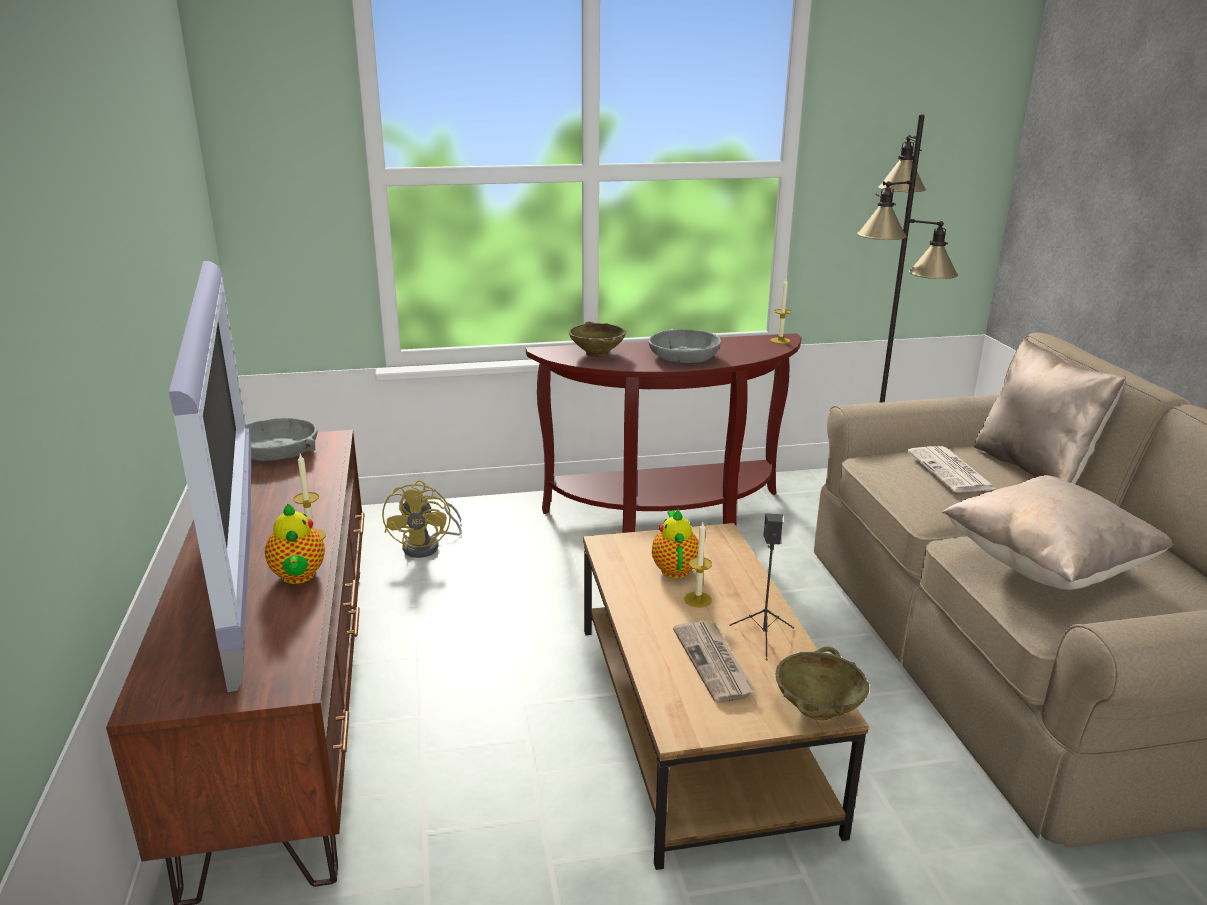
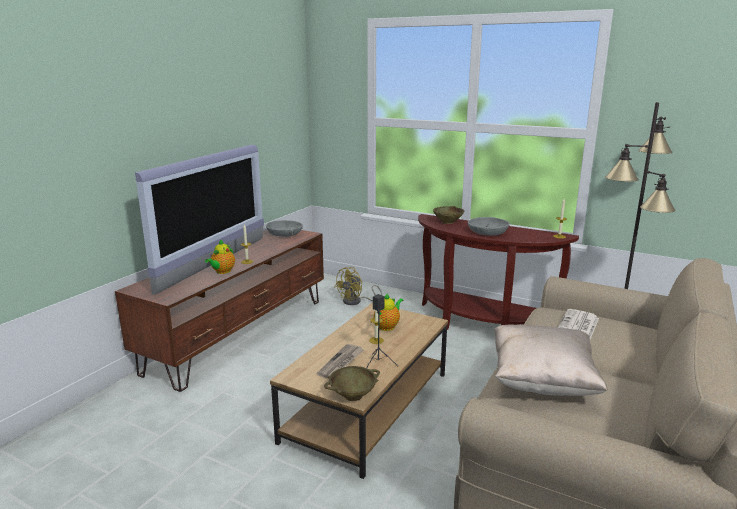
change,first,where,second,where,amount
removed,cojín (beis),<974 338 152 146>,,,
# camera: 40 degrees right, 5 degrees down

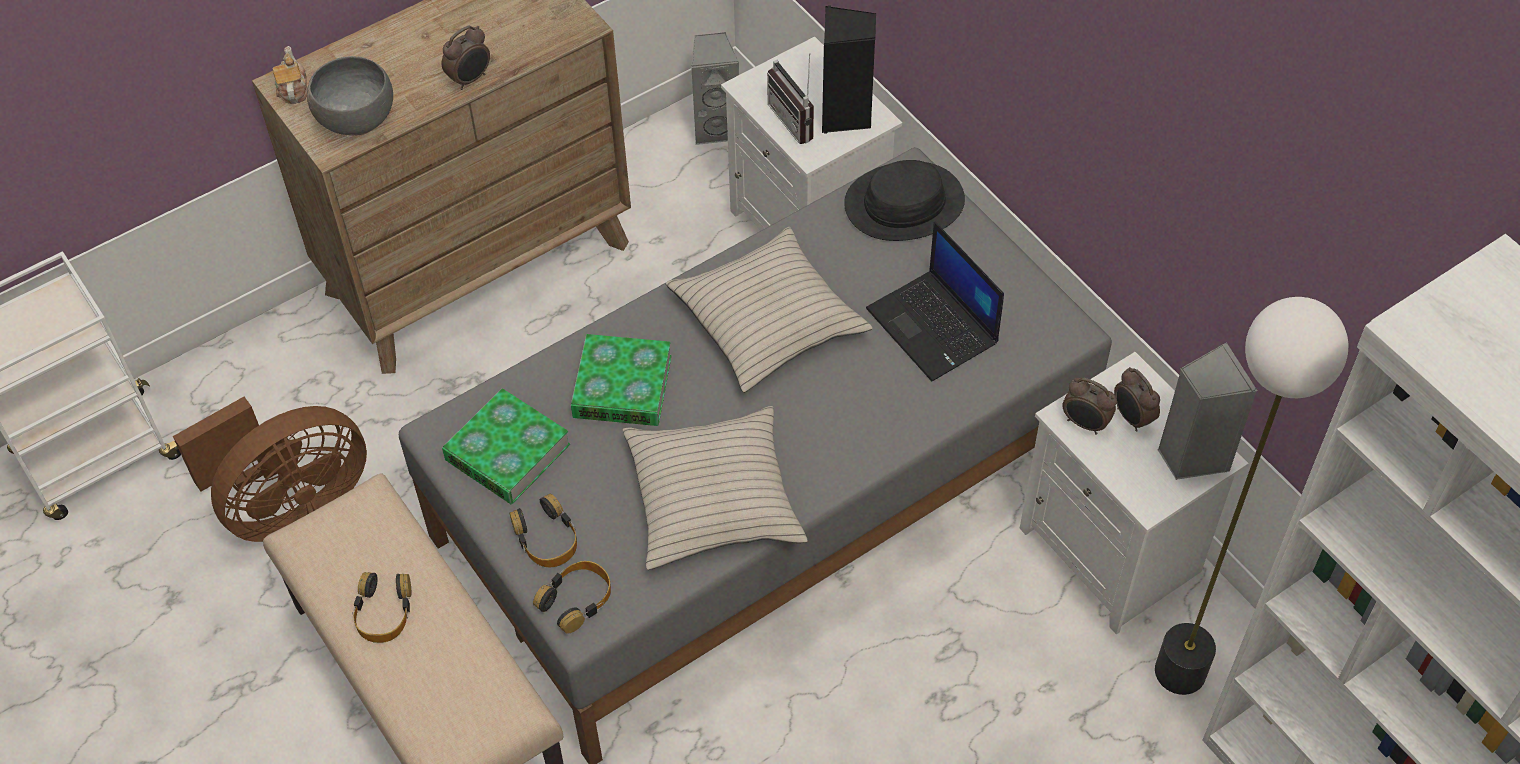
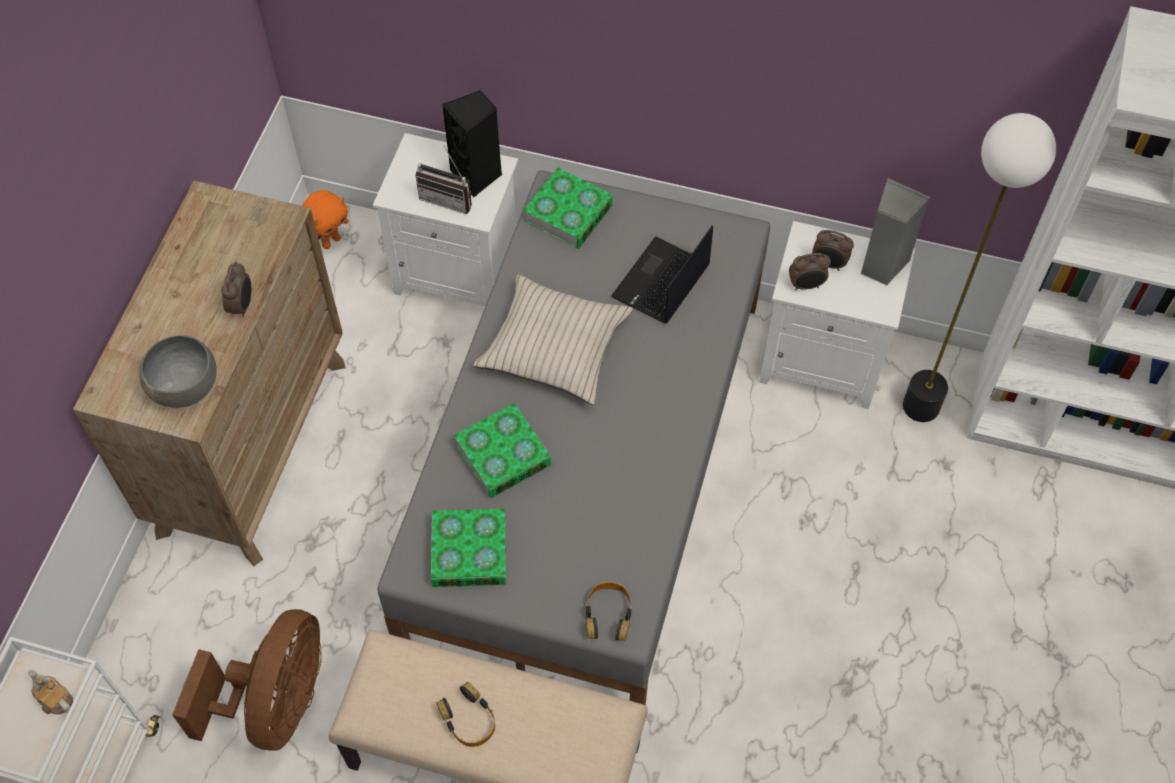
change,first,where,second,where,amount
replaced,altavoz (gris),<691 32 48 113>,peluche (naranja),<302 190 47 59>,
moved,tetera,<273 46 34 58>,,<28 669 45 46>,
replaced,sombrero (negro),<844 160 121 81>,libro,<523 168 90 81>,
turned,portátil,<866 221 138 160>,,<611 225 102 99>,105 degrees clockwise
removed,cojín (beis),<623 406 185 164>,,,
removed,auriculares,<510 493 67 74>,,,
# camera: 40 degrees left, 5 degrees up

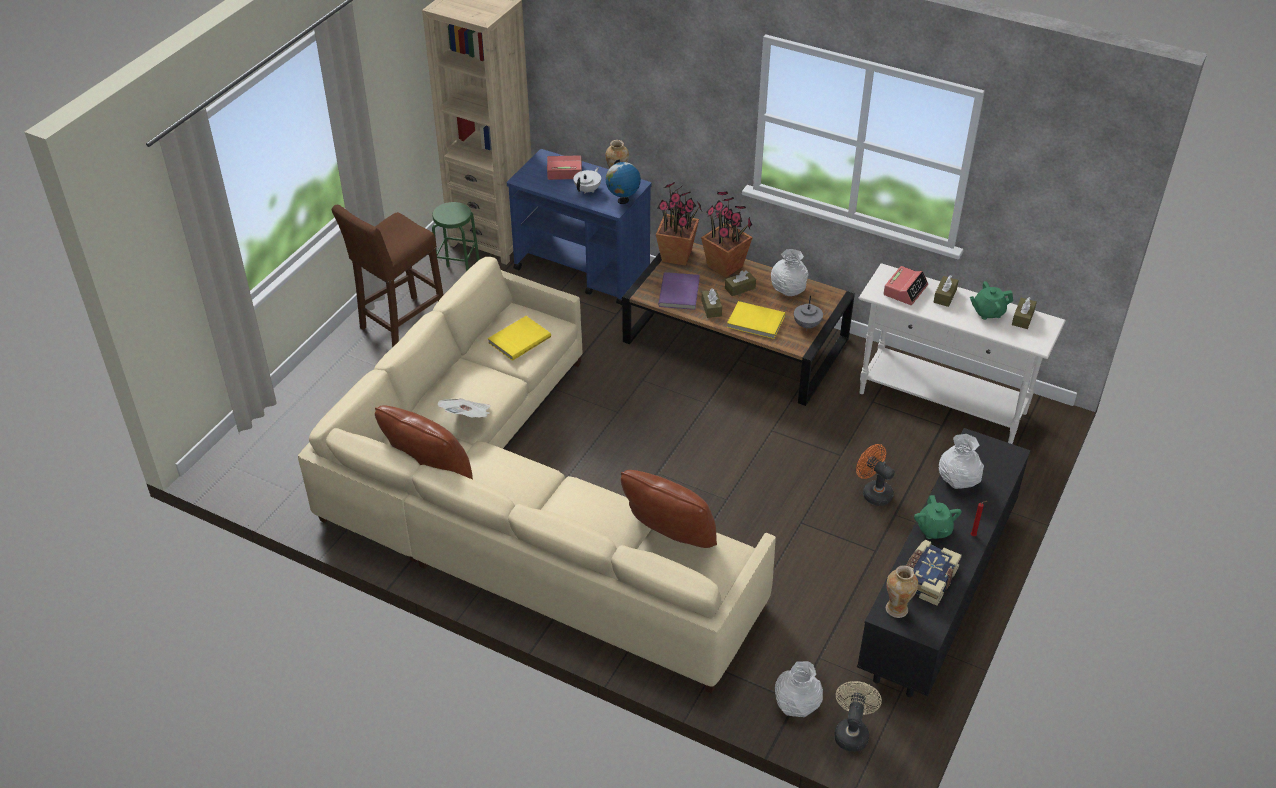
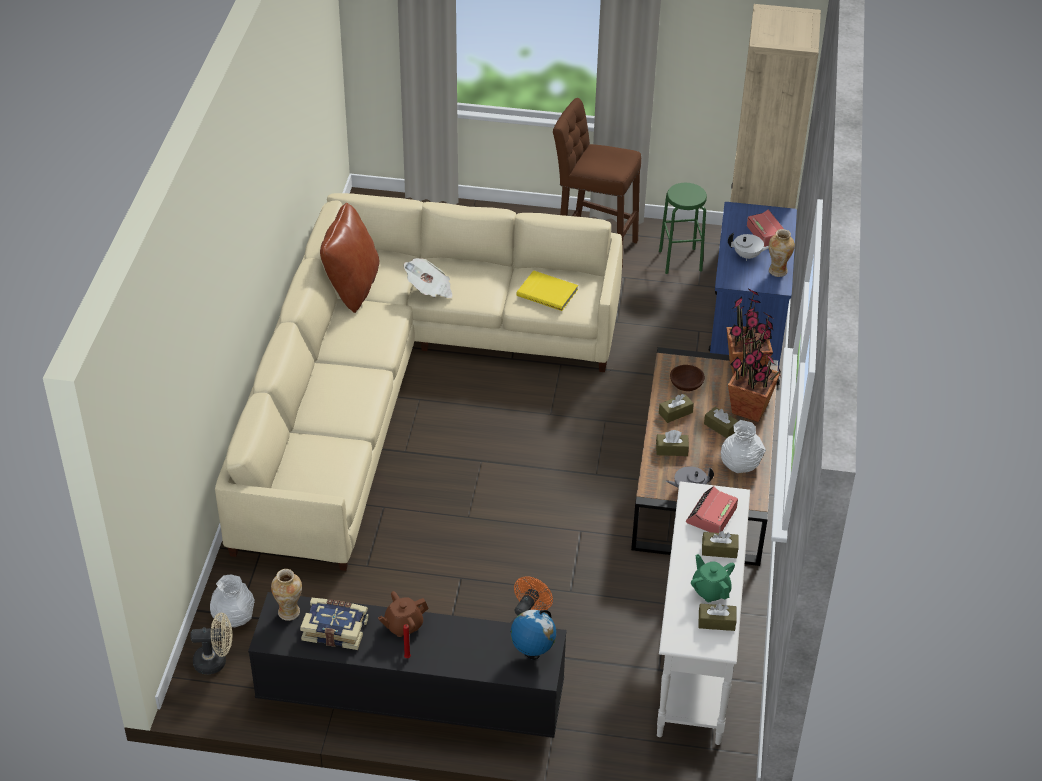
change,first,where,second,where,amount
moved,globo terráqueo,<606 159 35 45>,,<511 610 45 50>,
turned,despertador,<883 266 45 39>,,<686 486 52 47>,105 degrees clockwise
replaced,libro (morado),<658 272 42 38>,cuenco (marrón),<670 365 35 26>,
replaced,libro (amarillo),<727 301 58 38>,caja de pañuelos (marrón),<656 430 33 26>,
removed,florero (blanco),<939 434 45 55>,,,
removed,cojín (marrón),<621 470 96 78>,,,
recoloured,tetera (verde),<914 495 48 44>,tetera (marrón),<378 591 51 46>,
# camera: 70 degrees right, 0 degrees up

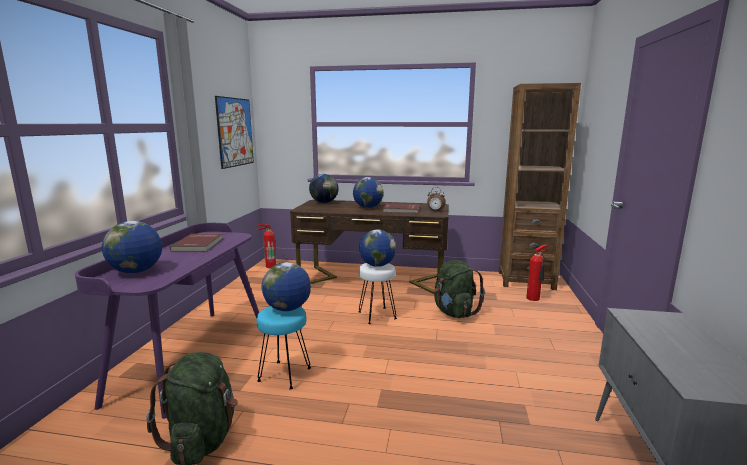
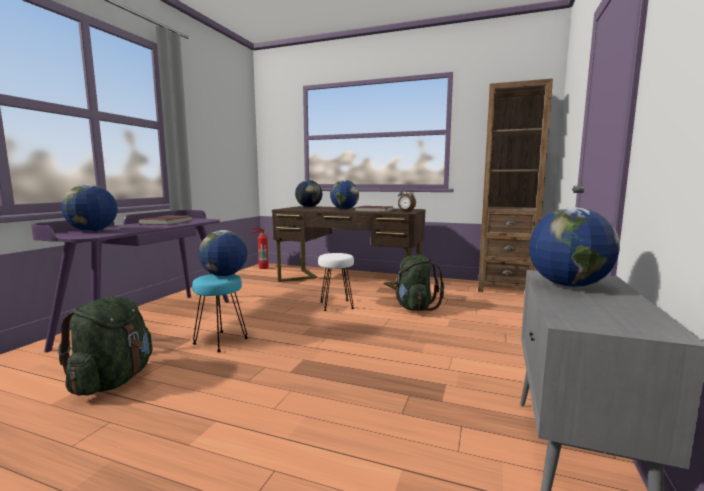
change,first,where,second,where,amount
removed,cuadro,<215 96 39 73>,,,
moved,globo terráqueo,<359 229 37 38>,,<529 207 91 80>,
removed,extintor,<526 244 22 57>,,,
# camera: 10 degrees right, 5 degrees down

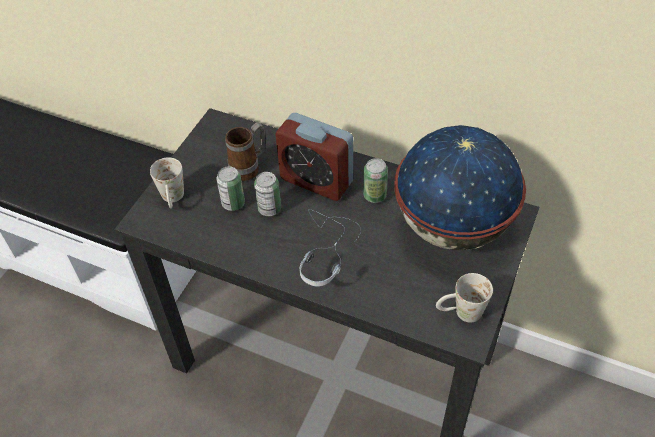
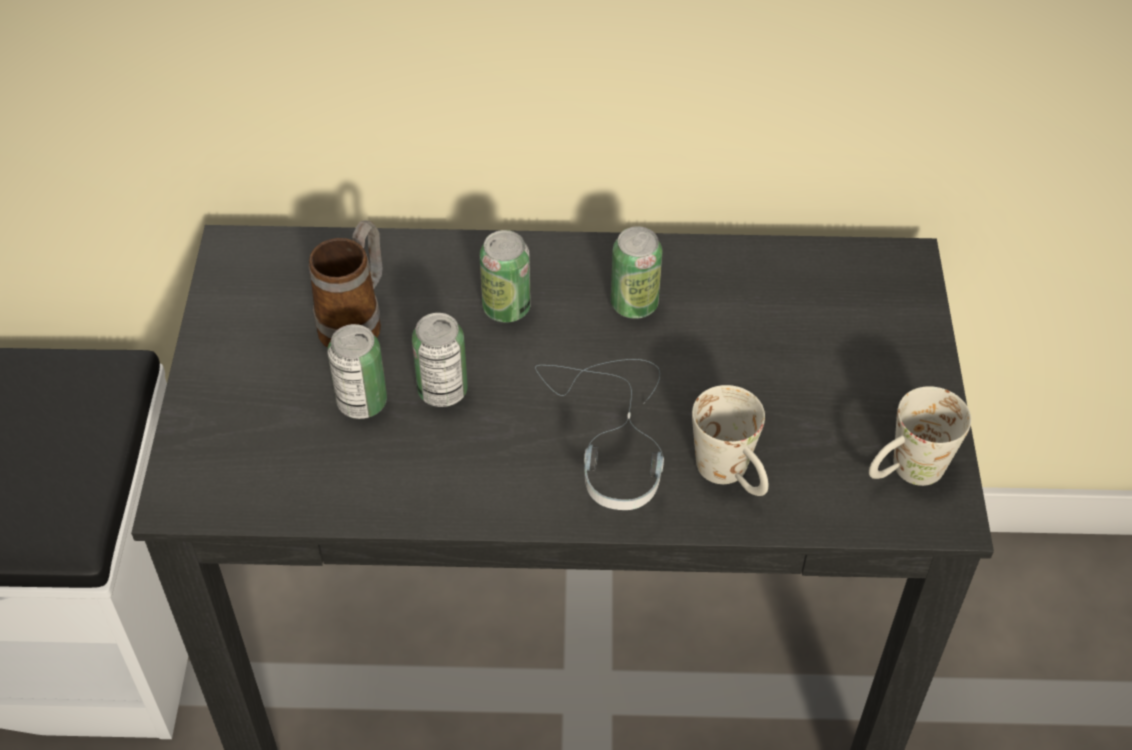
change,first,where,second,where,amount
replaced,despertador,<275 113 78 88>,lata,<480 230 51 93>,
removed,globo terráqueo,<394 125 132 125>,,,
moved,taza grande (blanco),<150 157 34 52>,,<692 385 76 111>,
# camera: 25 degrees left, 0 degrees up

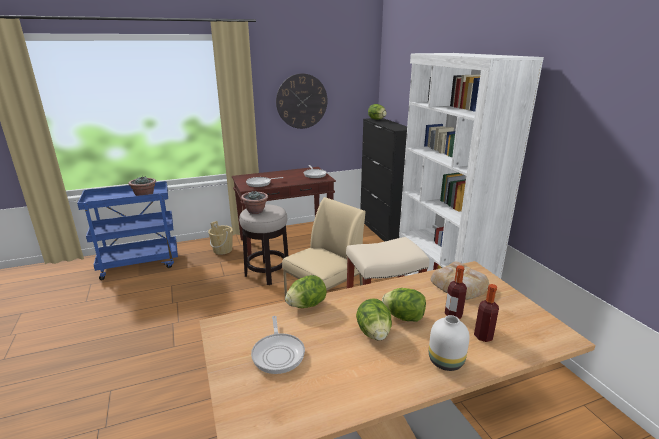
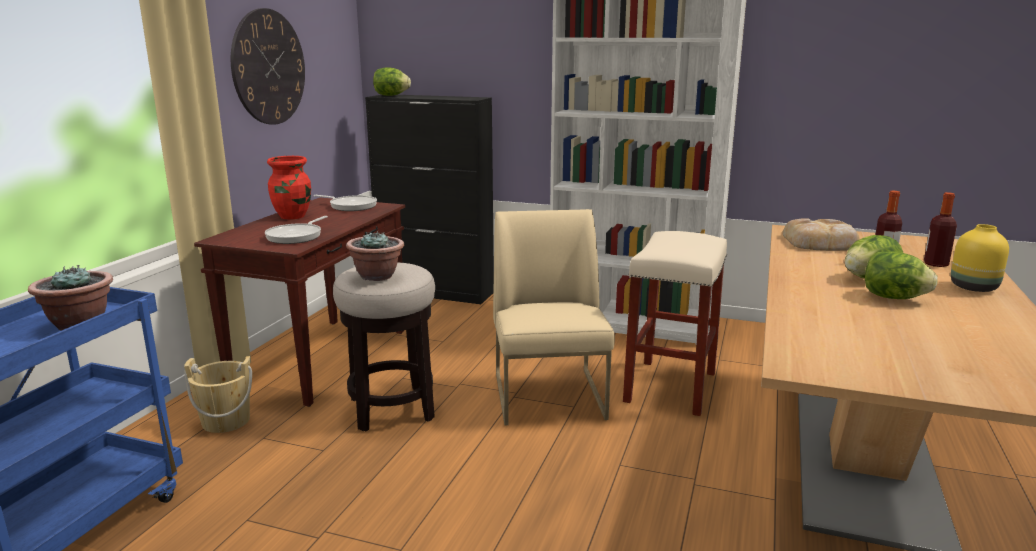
change,first,where,second,where,amount
removed,lechuga,<285 275 42 33>,,,
recoloured,florero (blanco),<429 315 41 56>,florero (amarillo),<951 224 58 68>,
removed,sartén,<251 316 54 58>,,,
added,,,florero (rojo),<267 156 44 63>,
# camera: 50 degrees left, 5 degrees down

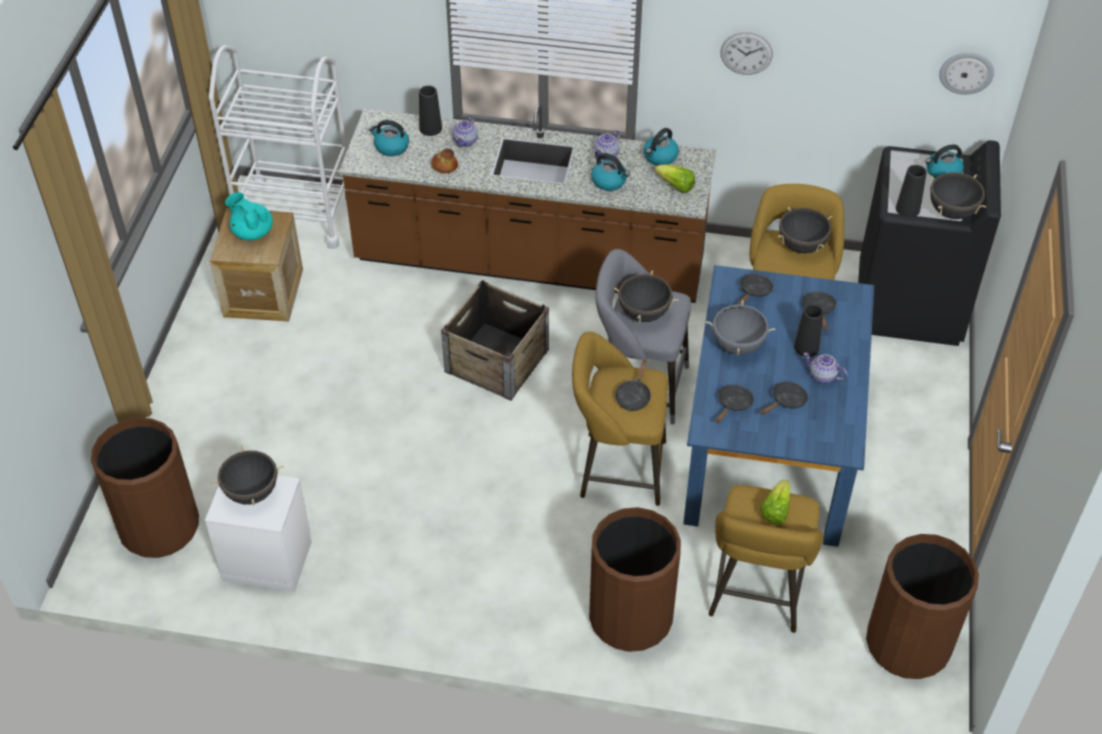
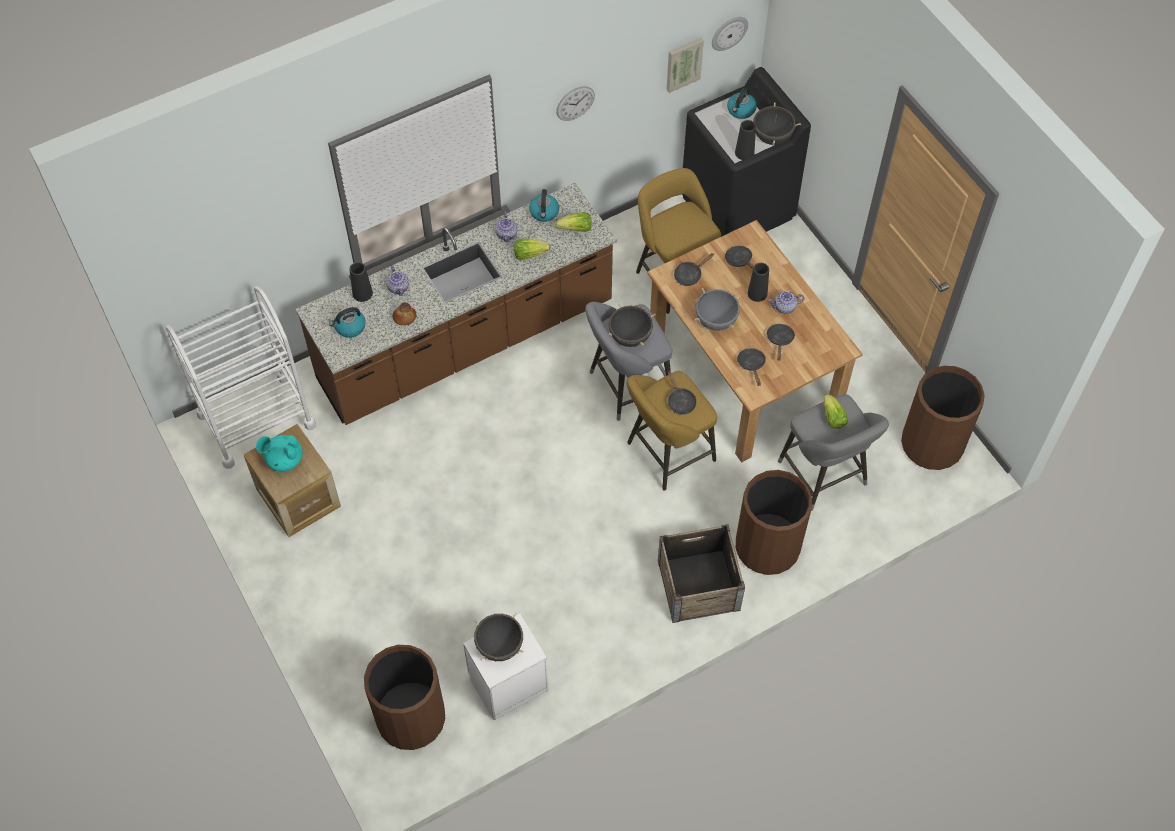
change,first,where,second,where,amount
replaced,hervidor,<591 153 39 38>,lechuga,<514 239 36 21>,
removed,olla (negro),<778 207 54 46>,,,
recoloured,mesa de comedor (azul),<683 265 191 282>,mesa de comedor (marrón),<647 220 216 243>,
turned,sartén (negro),<737 274 36 31>,,<674 253 40 33>,120 degrees counterclockwise
moved,caja de embalaje,<441 280 108 121>,,<658 524 87 99>,
recoloured,taburete (amarillo),<709 485 115 148>,taburete (gris),<778 394 111 117>,
added,,,cuadro,<667 38 37 55>,
# camera: 40 degrees left, 10 degrees up

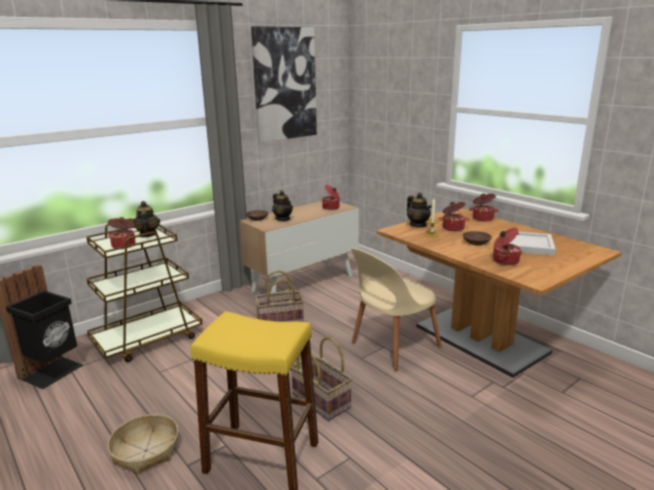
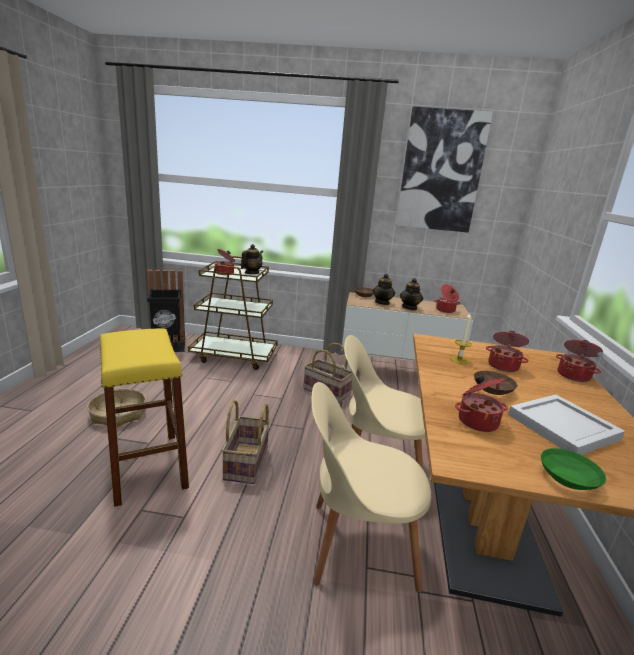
change,first,where,second,where,amount
moved,tetera,<407 193 25 35>,,<400 278 23 32>,
added,,,silla (beis),<312 382 119 211>,
added,,,cuenco (verde),<541 448 65 42>,
# camera: 45 degrees right, 0 degrees up

